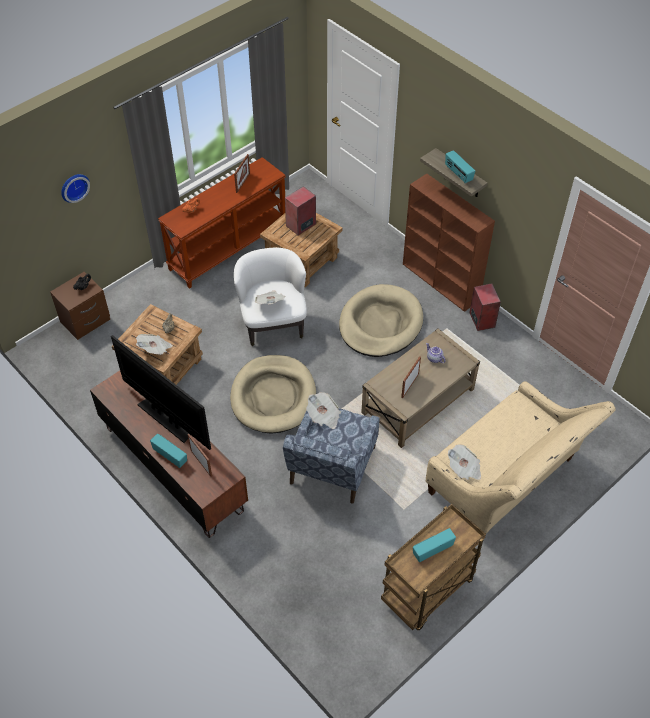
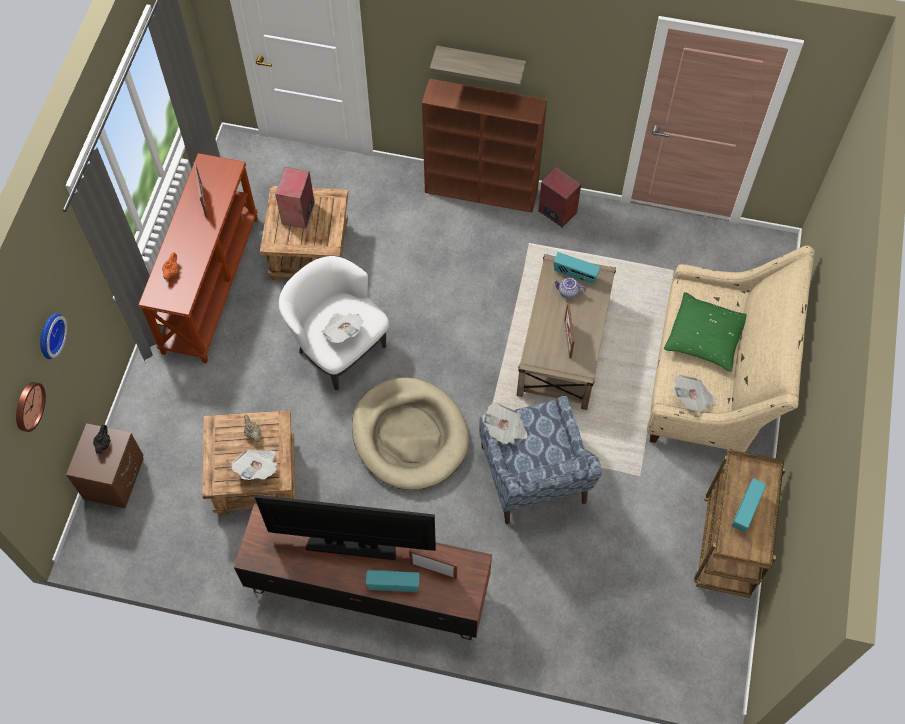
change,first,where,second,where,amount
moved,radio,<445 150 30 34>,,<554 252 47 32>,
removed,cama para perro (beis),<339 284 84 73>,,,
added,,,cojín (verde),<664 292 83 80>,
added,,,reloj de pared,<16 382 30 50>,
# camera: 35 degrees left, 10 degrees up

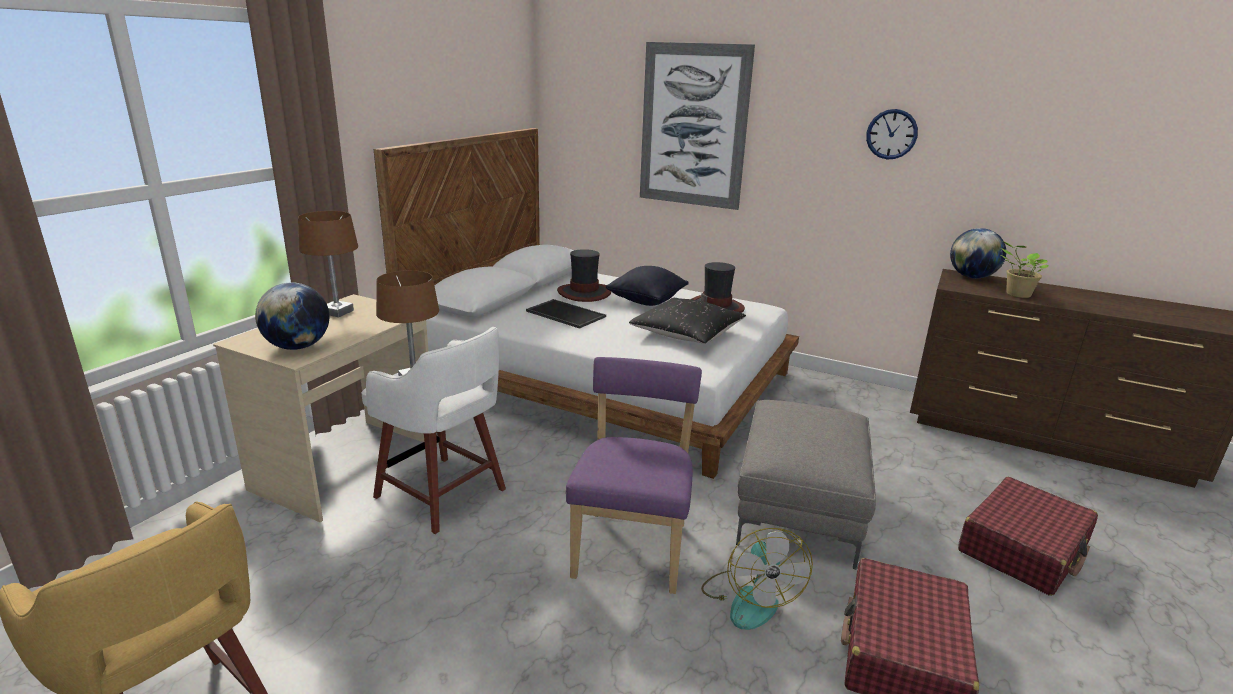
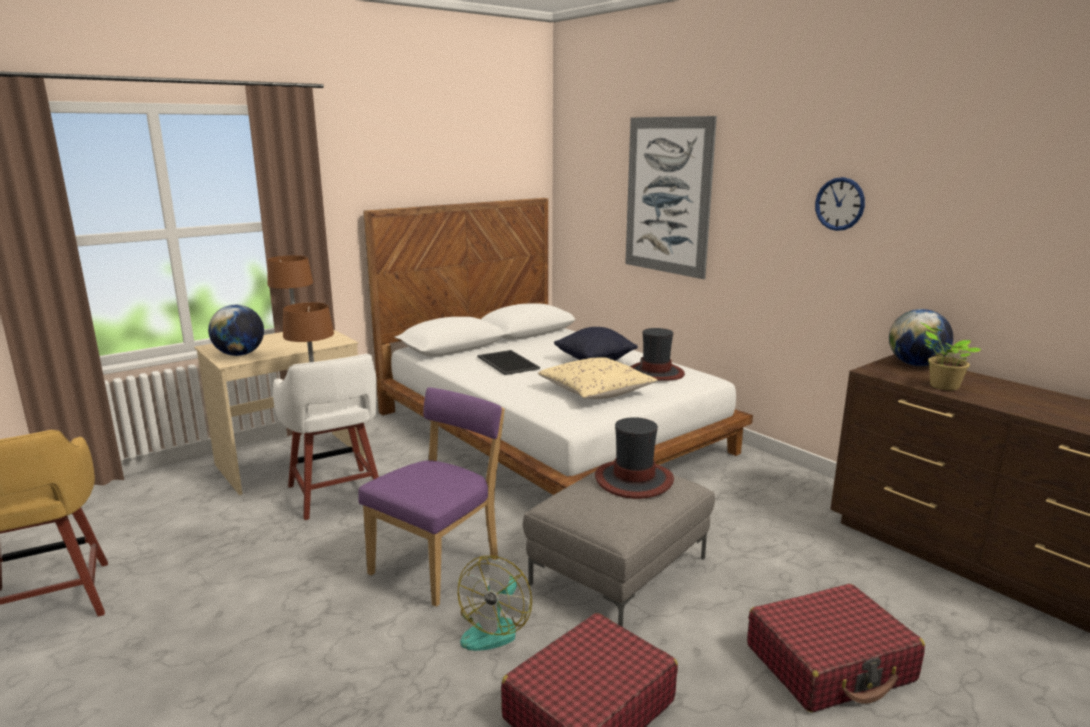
change,first,where,second,where,amount
moved,sombrero,<557 249 54 53>,,<595 417 79 82>,
recoloured,cojín (negro),<629 298 117 46>,cojín (beis),<538 358 120 41>,
# camera: 25 degrees right, 5 degrees down

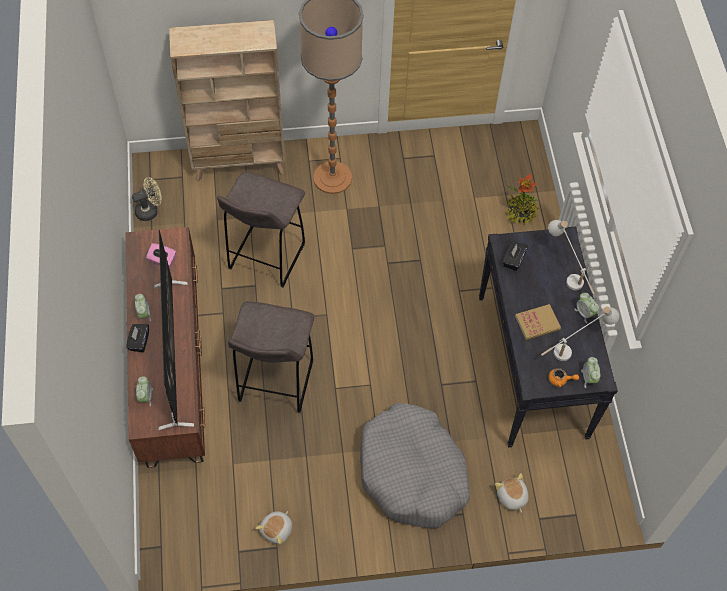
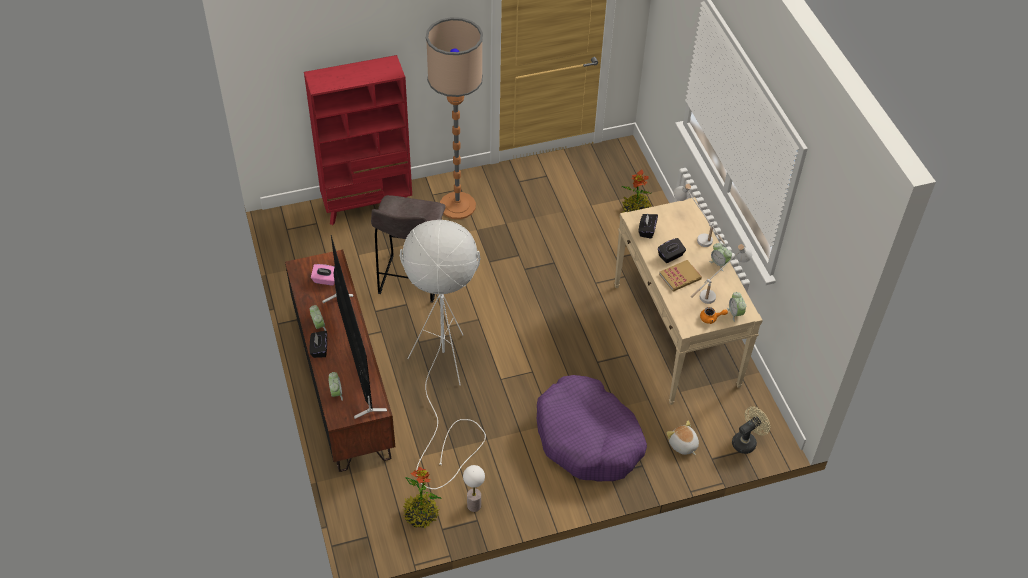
change,first,where,second,where,amount
recoloured,estantería (beis),<169 20 116 162>,estantería (rojo),<304 55 108 170>,
moved,ventilador (beis),<132 177 30 44>,,<732 406 38 48>,
recoloured,mesa consola (negro),<479 226 139 222>,mesa consola (beis),<614 197 149 208>,
replaced,taburete (gris),<228 301 86 112>,lámpara de pie (blanco),<400 220 86 269>,
recoloured,cama para perro (gris),<360 403 110 125>,cama para perro (morado),<537 375 110 106>,
replaced,peluche,<255 511 37 33>,lámpara de mesa,<463 465 22 47>,
added,,,caja de pañuelos (negro),<658 238 28 25>,
added,,,planta en maceta,<403 466 38 62>,
# camera: 10 degrees left, 10 degrees down

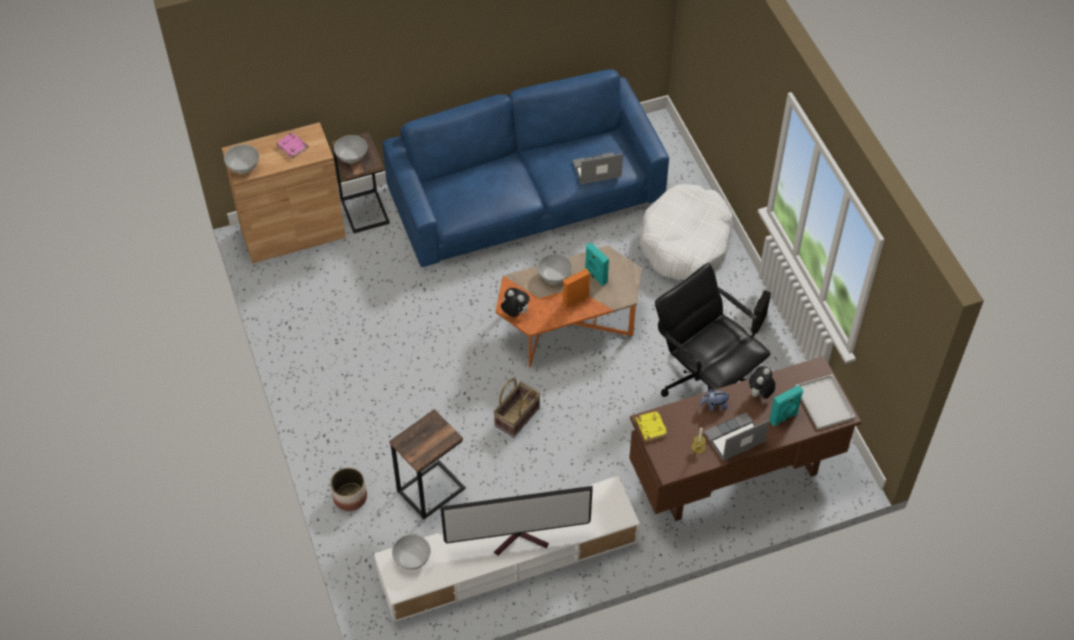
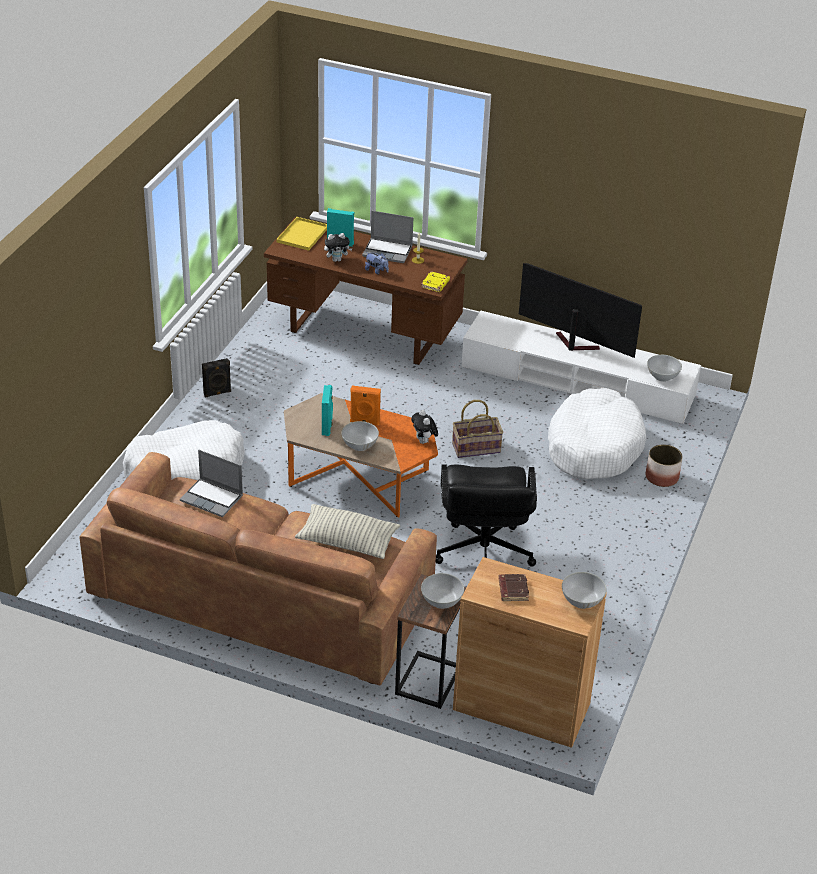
change,first,where,second,where,amount
recoloured,sofá (azul),<382 69 287 198>,sofá (marrón),<79 452 358 233>,
recoloured,libro (rosa),<277 133 32 26>,libro (marrón),<498 574 31 27>,
moved,silla de oficina (negro),<655 263 116 134>,,<436 464 101 103>,
recoloured,bandeja (blanco),<795 374 61 56>,bandeja (amarillo),<276 217 51 34>,
replaced,mesa auxiliar,<389 409 77 111>,cama para perro (blanco),<548 388 98 91>,
added,,,cojín,<295 504 105 55>,
# camera: 140 degrees left, 15 degrees down

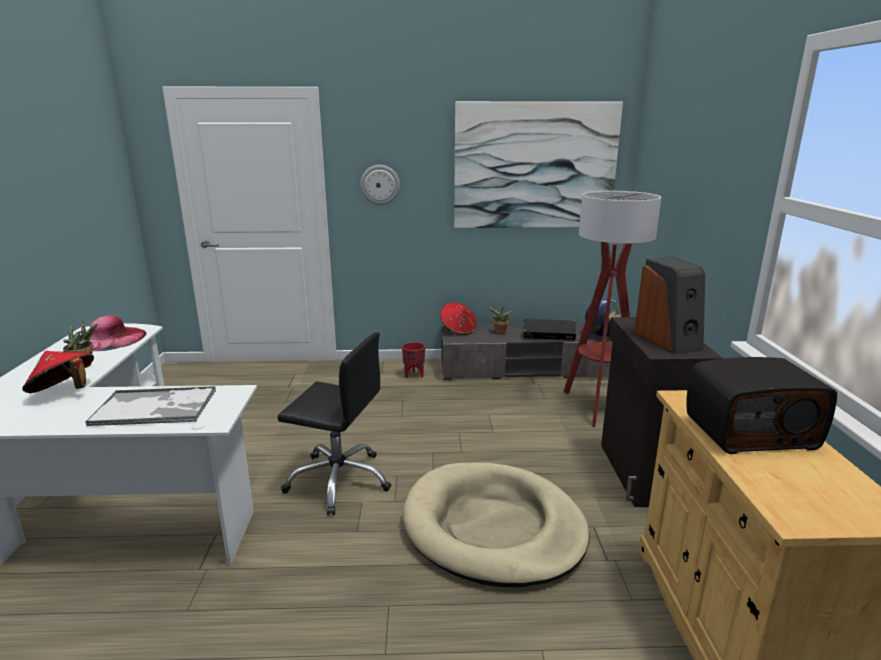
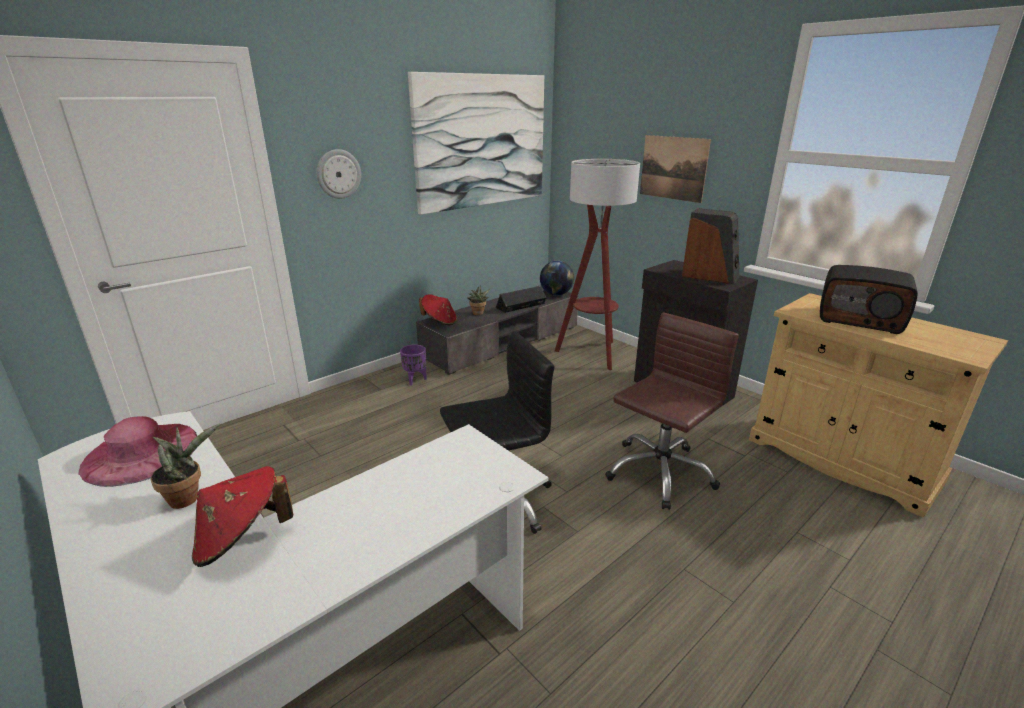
change,first,where,second,where,amount
recoloured,maceta (rojo),<402 342 23 36>,maceta (morado),<400 344 27 42>,
turned,radio,<687 357 150 97>,,<820 265 98 69>,75 degrees clockwise
removed,bandeja,<85 386 131 41>,,,
replaced,cama para perro (beis),<403 462 187 126>,silla de oficina (marrón),<605 312 134 198>,
added,,,cuadro,<640 135 71 68>,
# camera: 40 degrees left, 5 degrees up

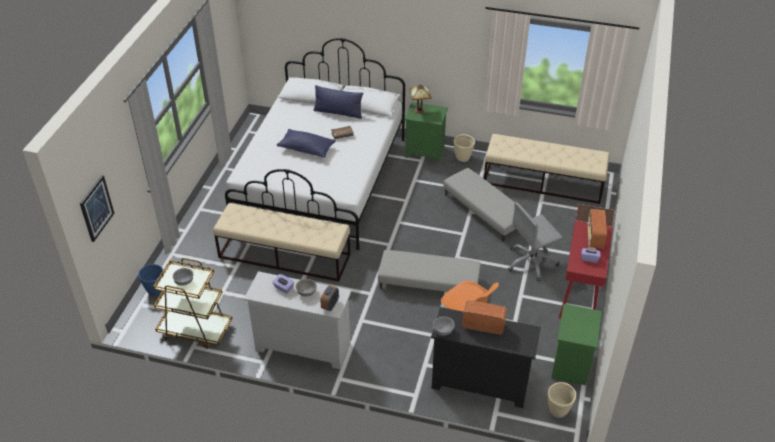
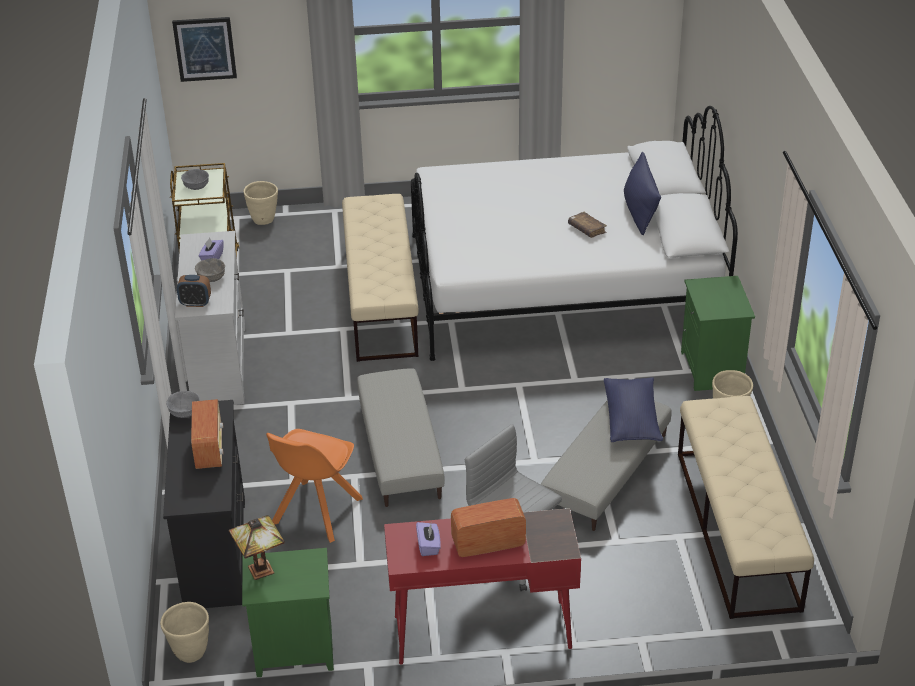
change,first,where,second,where,amount
moved,lámpara de mesa,<410 85 21 29>,,<229 515 56 65>,
moved,cojín (azul),<276 129 60 29>,,<604 377 59 65>,
recoloured,maceta (azul),<138 264 26 32>,maceta (beis),<244 181 34 44>,
# camera: 70 degrees right, 5 degrees down

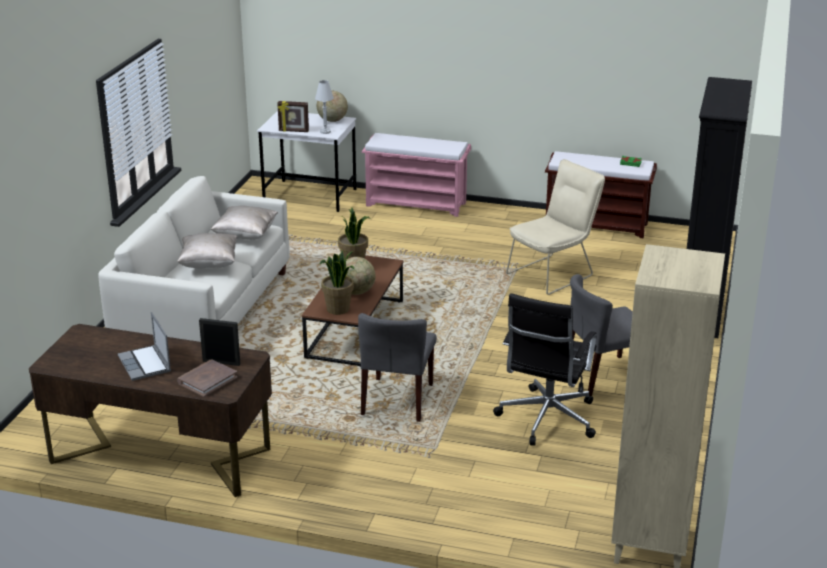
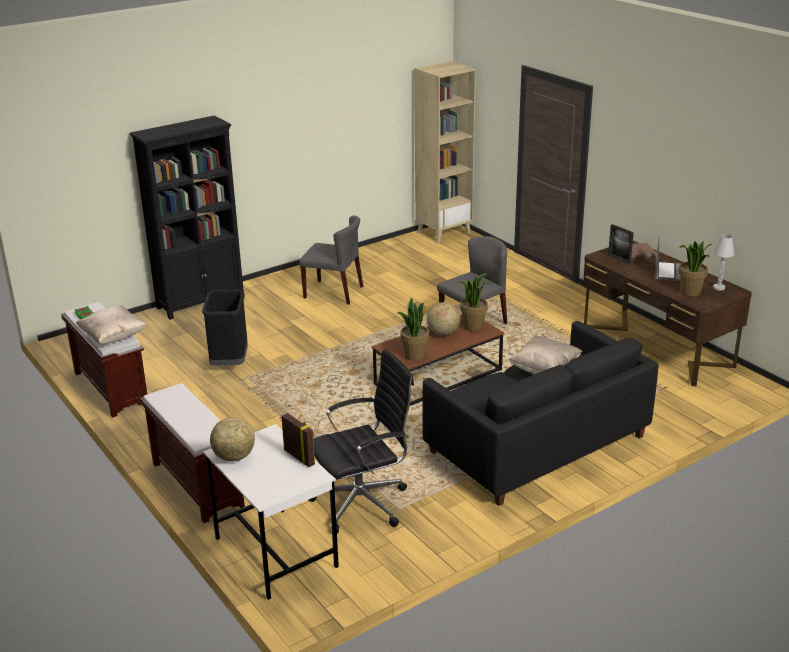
change,first,where,second,where,amount
moved,lámpara de mesa (blanco),<315 80 19 54>,,<713 234 22 57>,
recoloured,banco (rosa),<362 133 109 84>,banco (marrón),<140 383 105 140>,
replaced,silla (beis),<506 159 99 136>,papelera (negro),<202 290 46 76>,
recoloured,sofá (blanco),<98 176 192 166>,sofá (negro),<422 321 236 185>,
moved,cojín (beis),<211 206 67 34>,,<76 305 70 40>,
moved,silla de oficina (negro),<493 293 104 153>,,<308 349 106 185>,
added,,,planta en maceta,<679 241 34 55>,
# camera: 140 degrees left, 0 degrees up

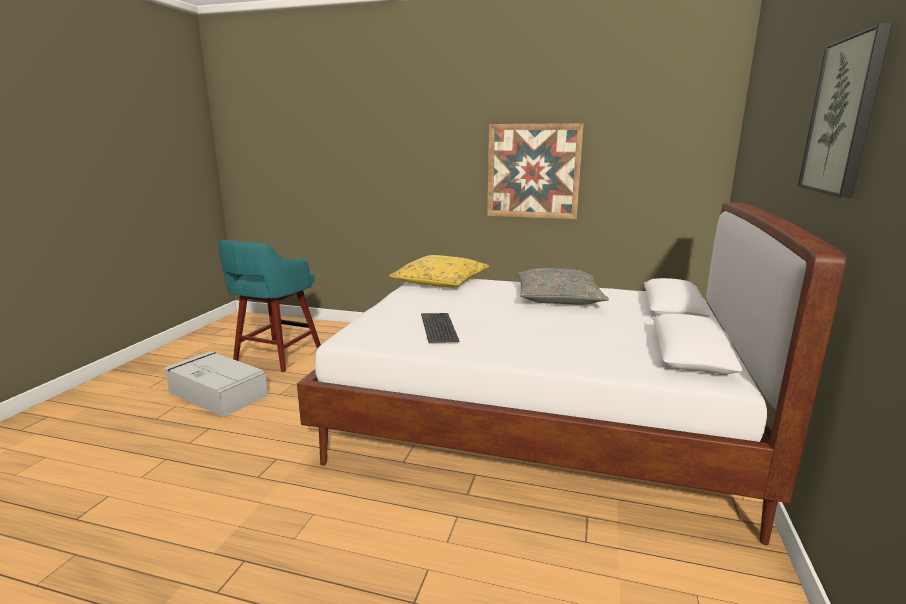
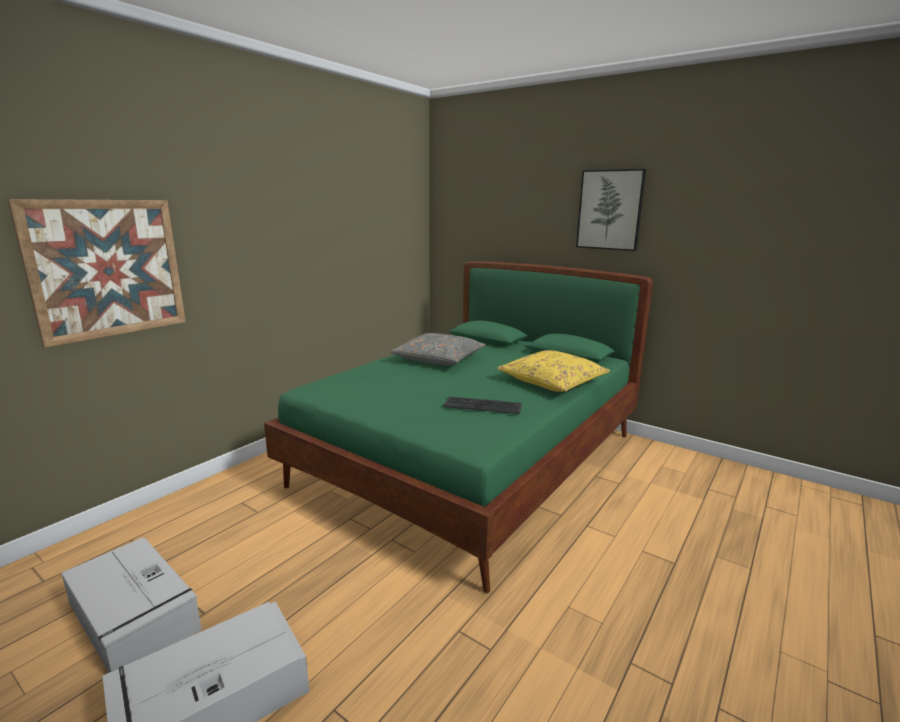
change,first,where,second,where,amount
moved,cuadro,<487 123 97 96>,,<7 199 179 148>,
recoloured,cama (blanco),<297 202 549 343>,cama (verde),<264 261 389 332>,
replaced,taburete (turquesa),<218 240 103 132>,caja de almacenaje (gris),<61 538 141 135>,
moved,cojín (amarillo),<389 255 100 33>,,<497 350 113 42>,
# camera: 70 degrees left, 0 degrees up

